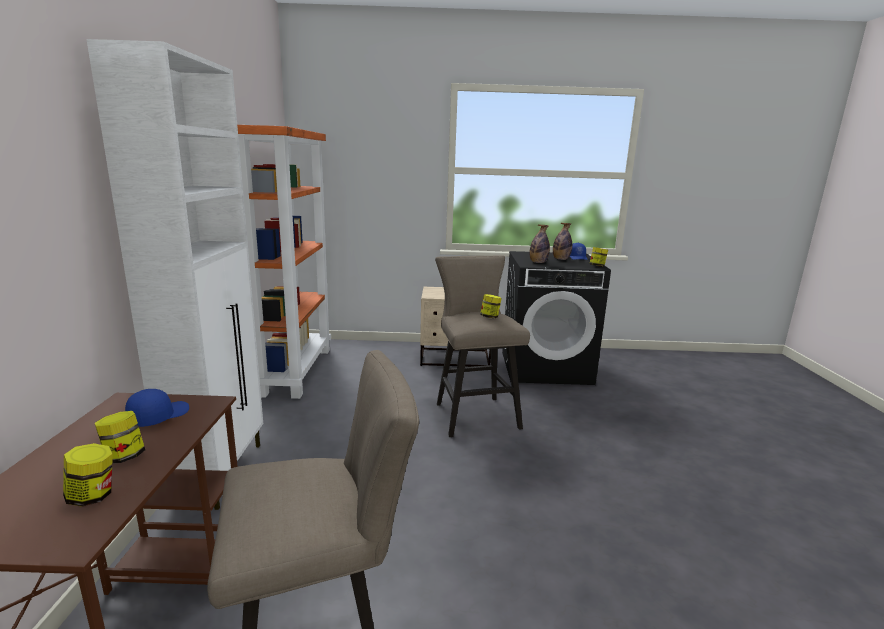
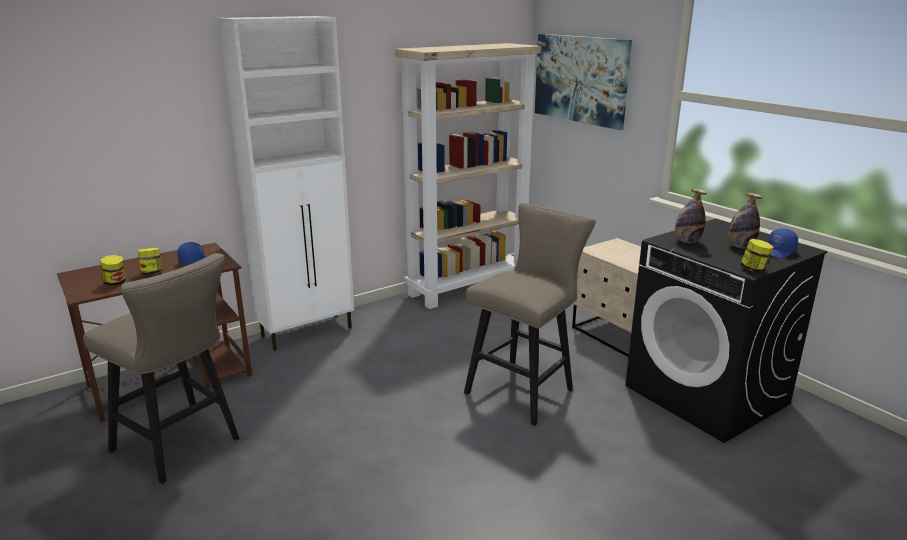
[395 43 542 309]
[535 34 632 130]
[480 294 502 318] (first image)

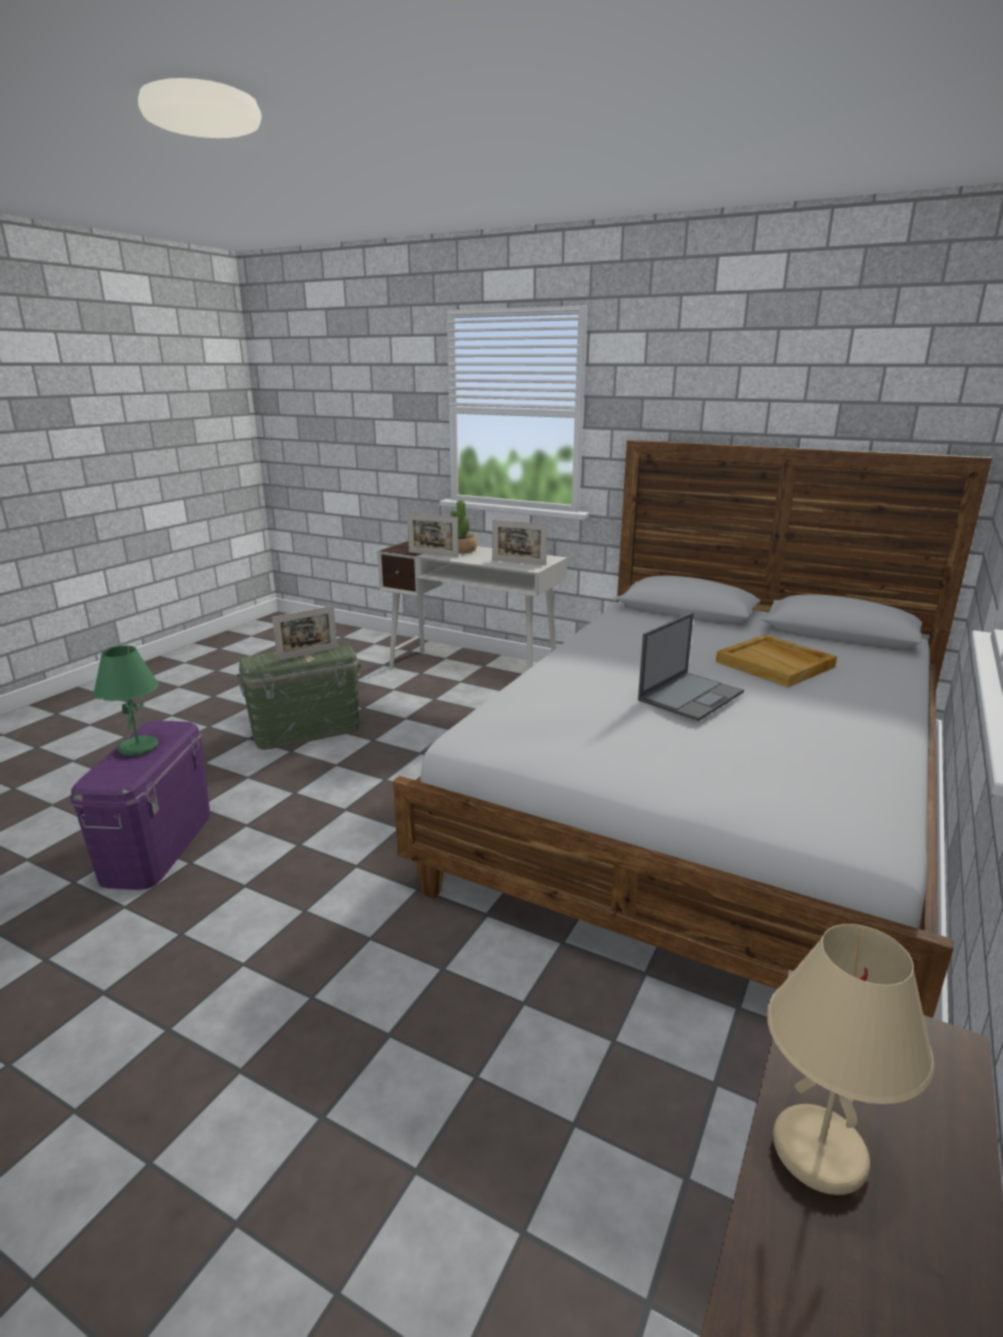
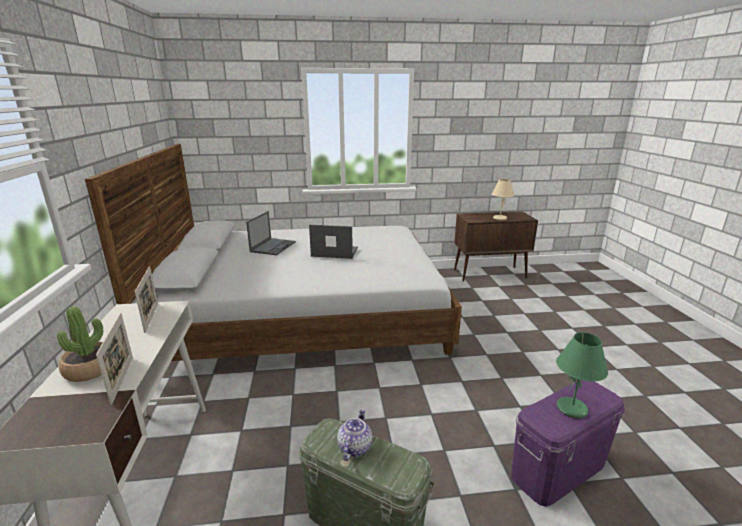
[246 211 296 255]
[337 408 372 461]

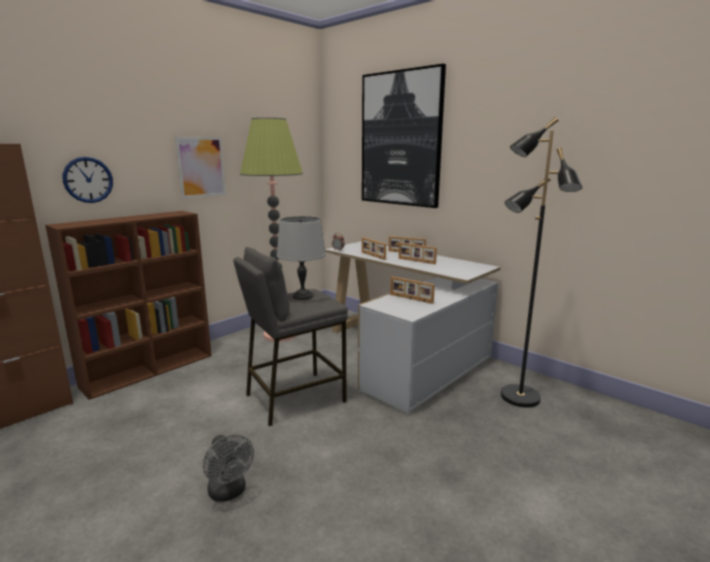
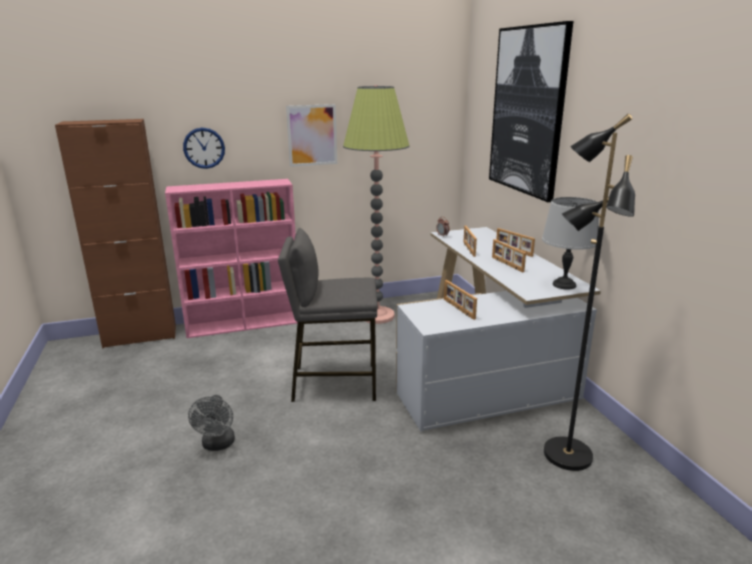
[165 179 298 338]
[542 197 599 290]

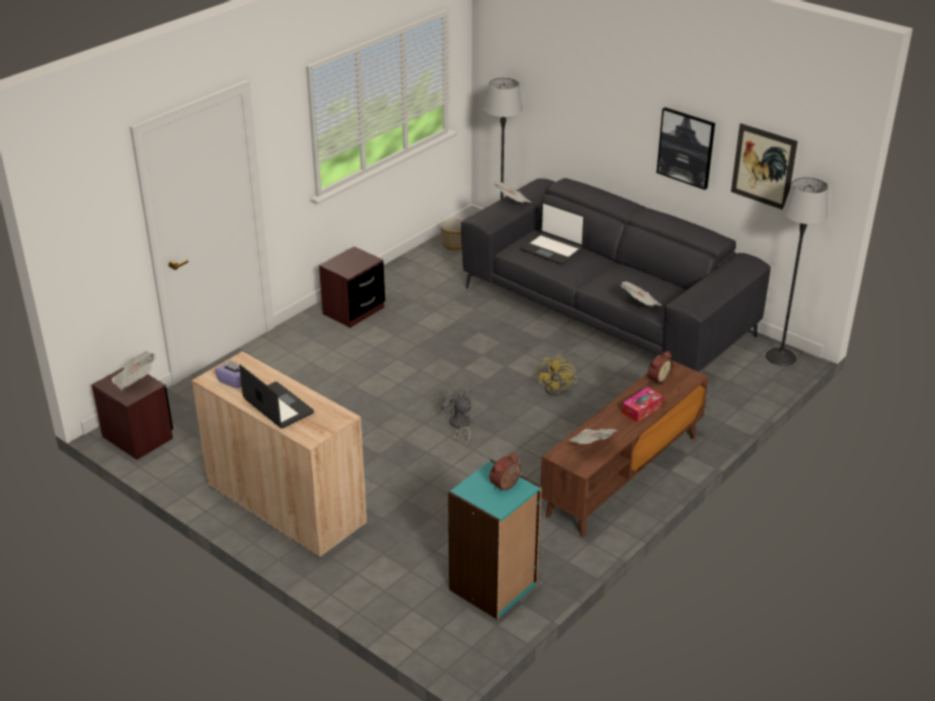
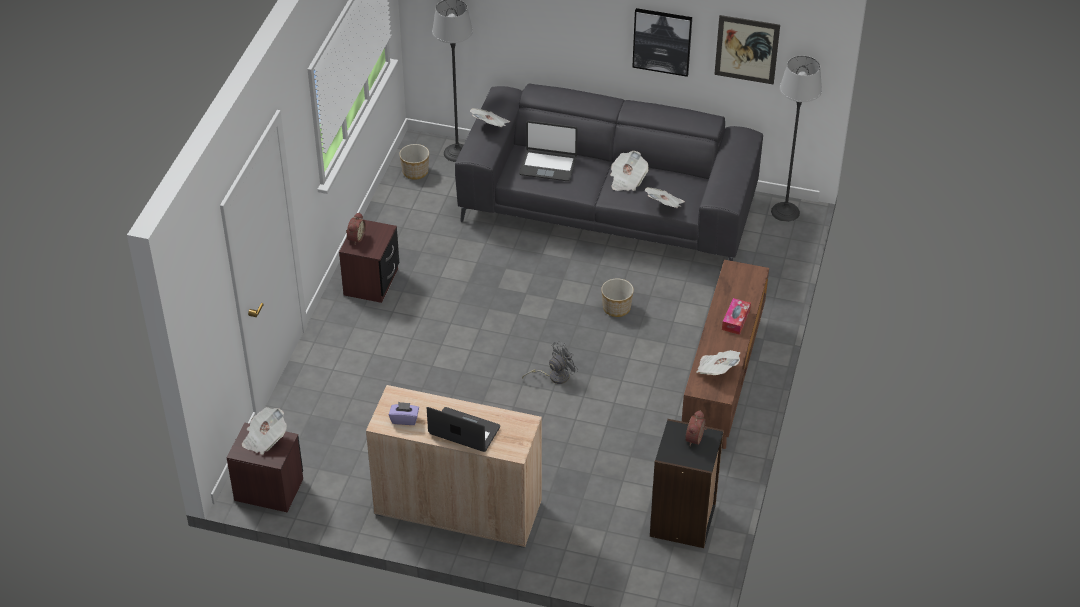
[346 212 366 244]
[522 342 578 384]
[601 278 634 317]
[610 151 649 191]
[650 419 724 548]

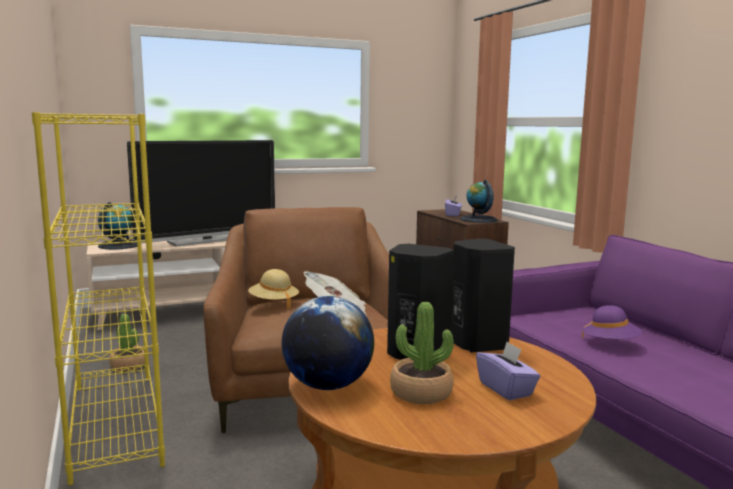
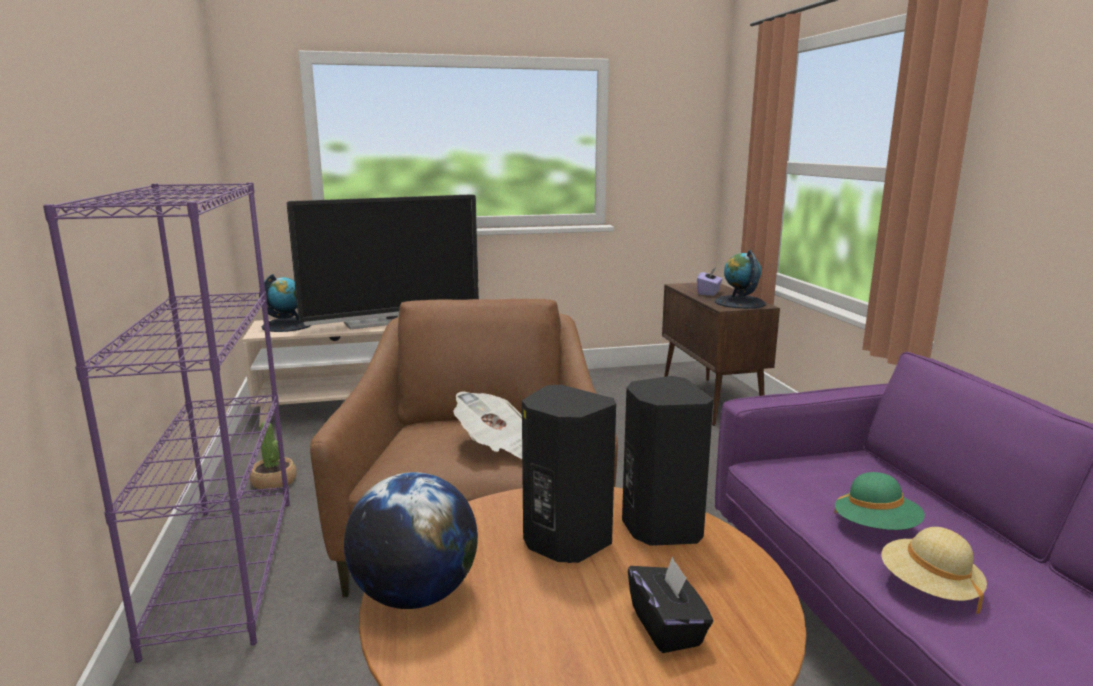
[43 182 290 663]
[628 556 713 653]
[835 472 925 530]
[881 527 987 614]
[390 302 454 404] (first image)

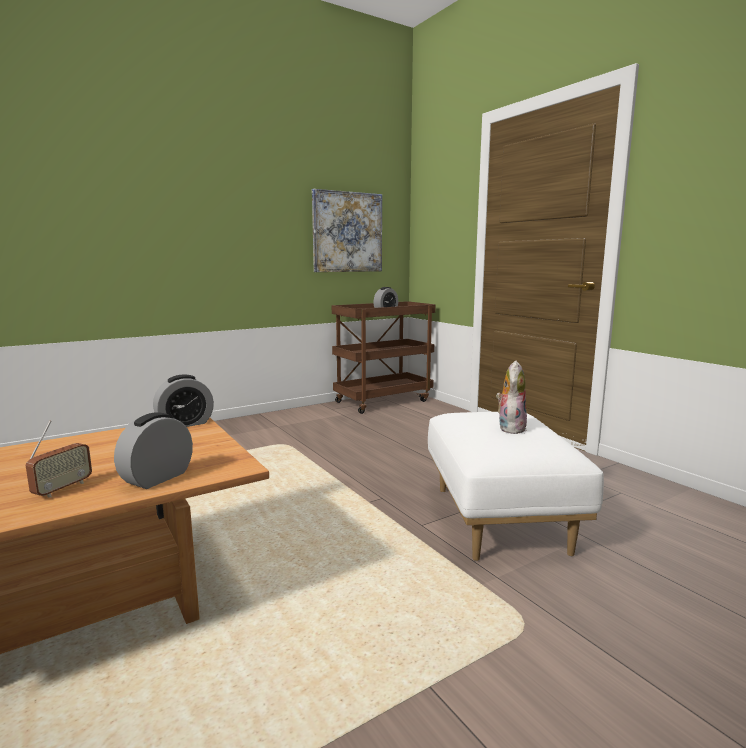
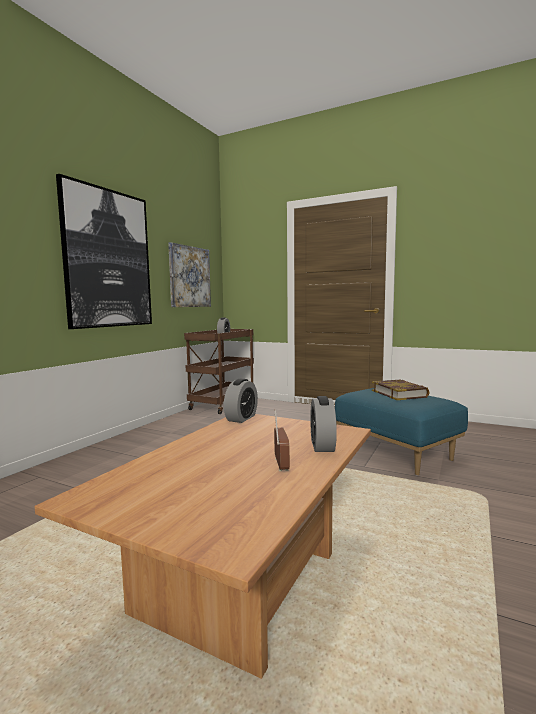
[56 174 152 329]
[335 388 468 476]
[372 380 430 400]

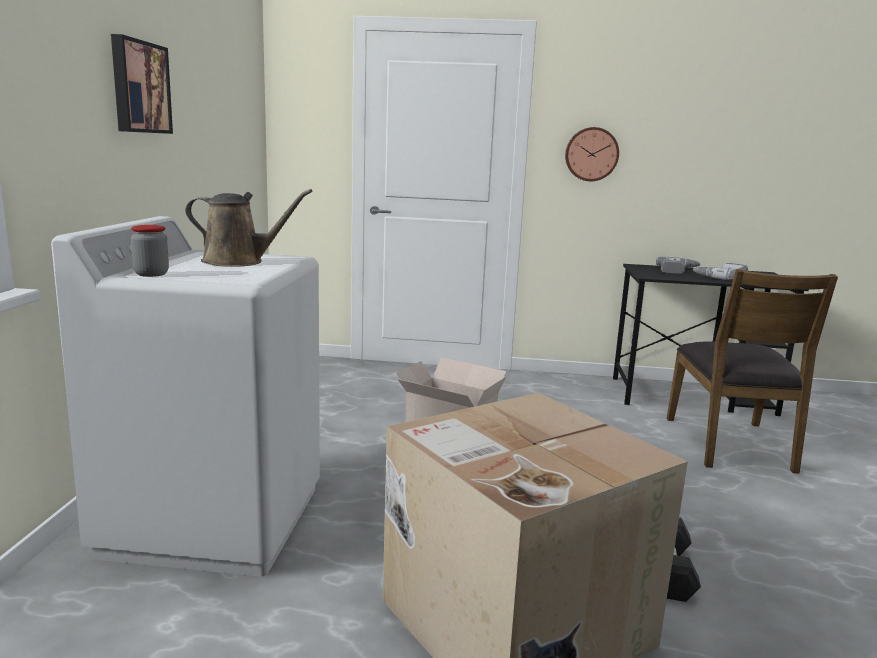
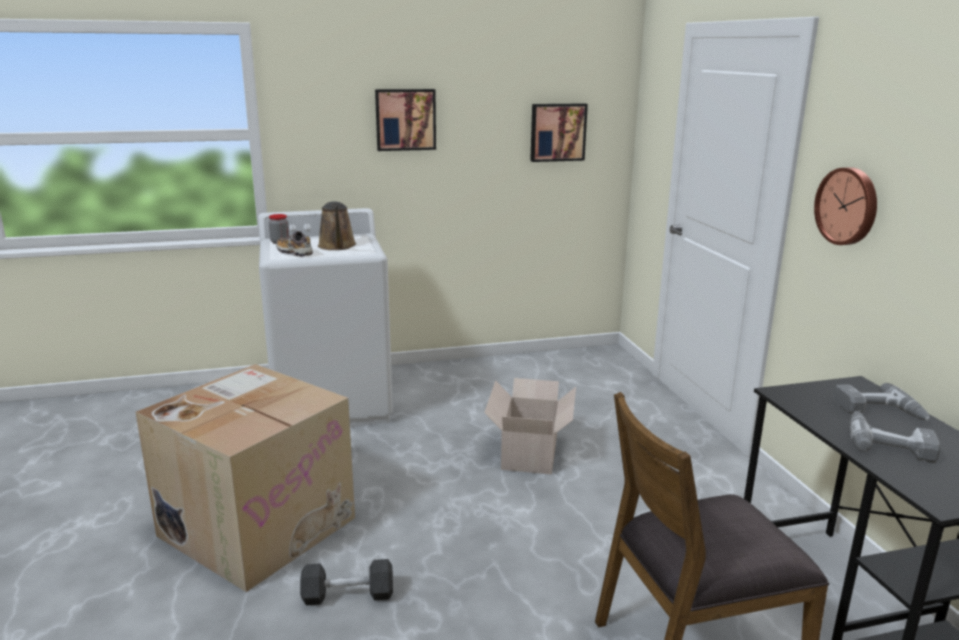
[276 231 313 257]
[530 103 588 162]

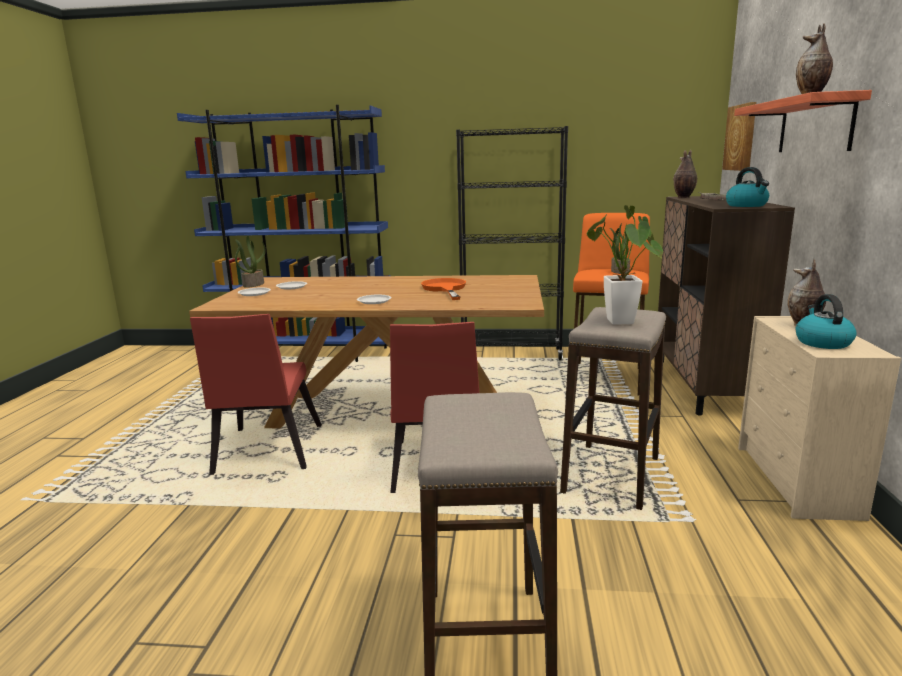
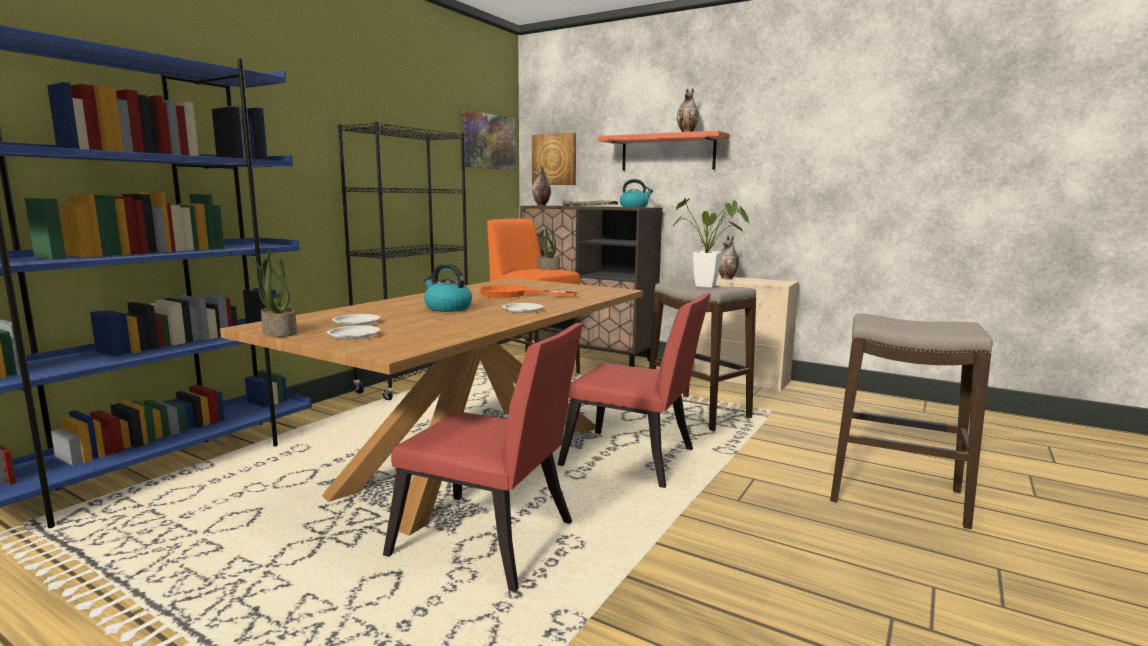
[424 264 472 312]
[462 110 516 170]

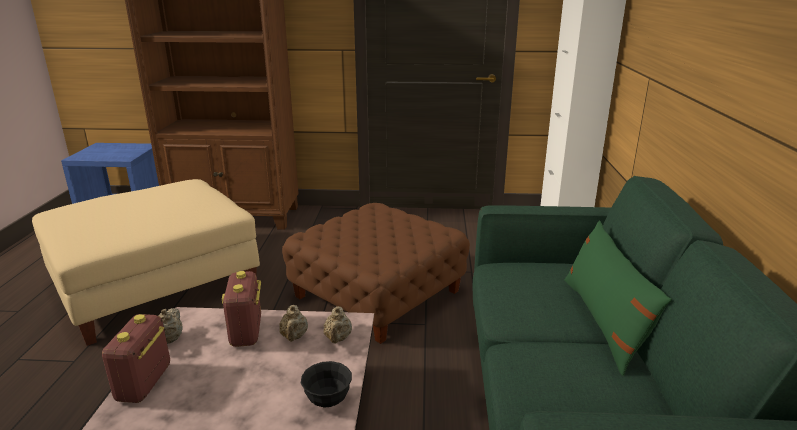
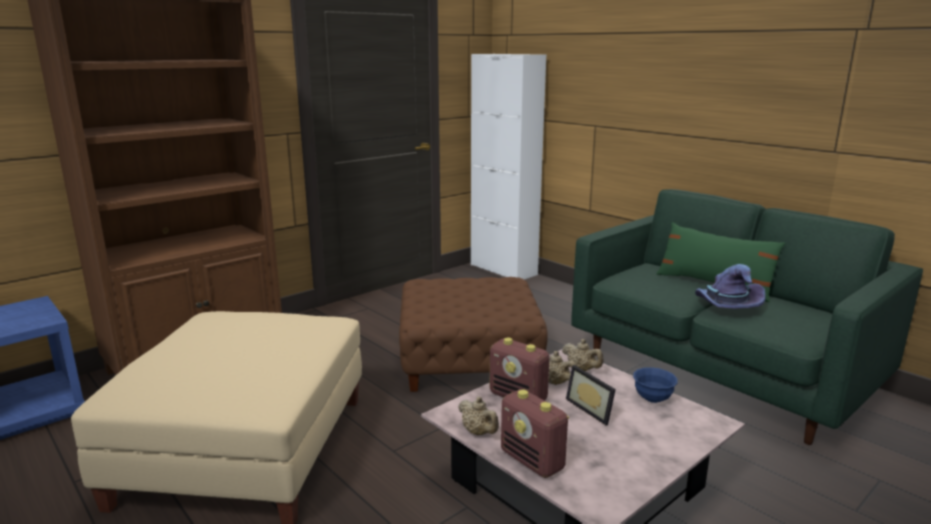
[566 365 616 426]
[633 367 678 403]
[695 264 766 309]

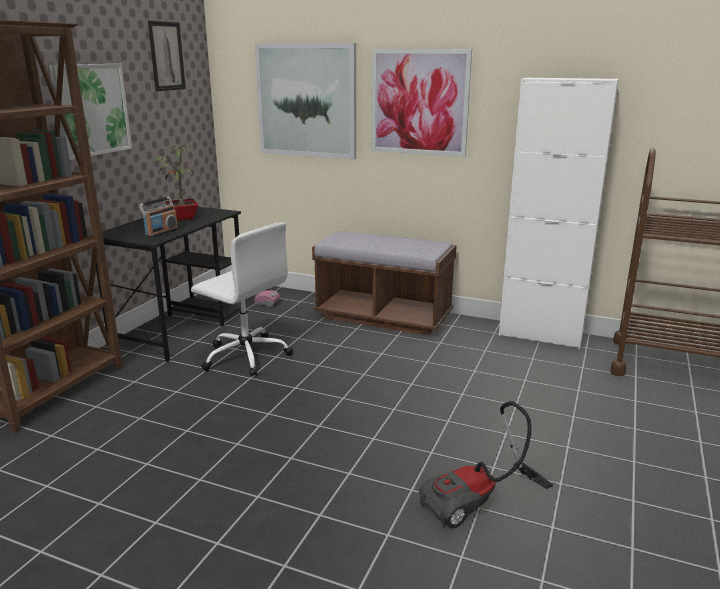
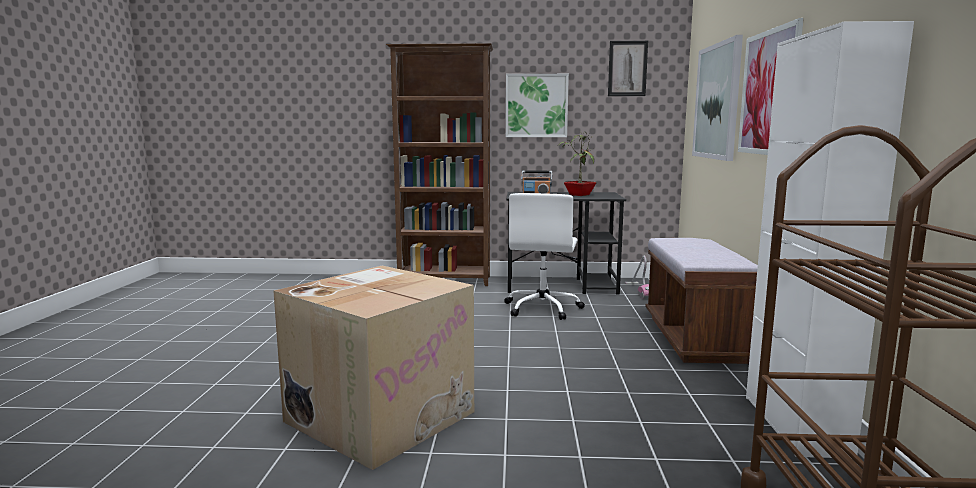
[274 266 474 470]

